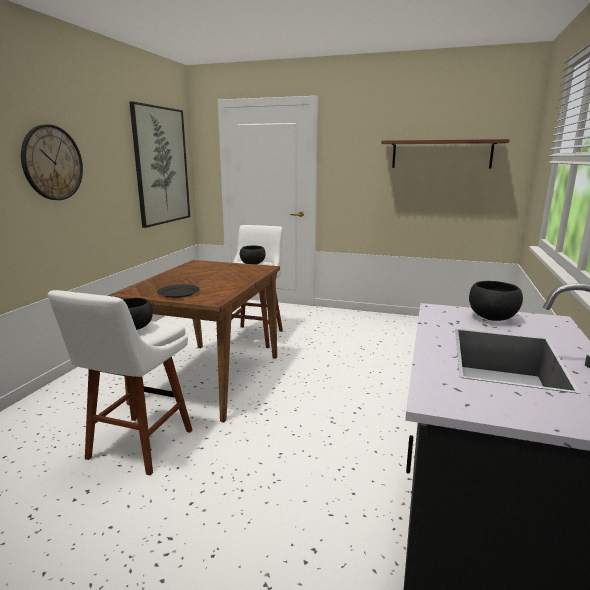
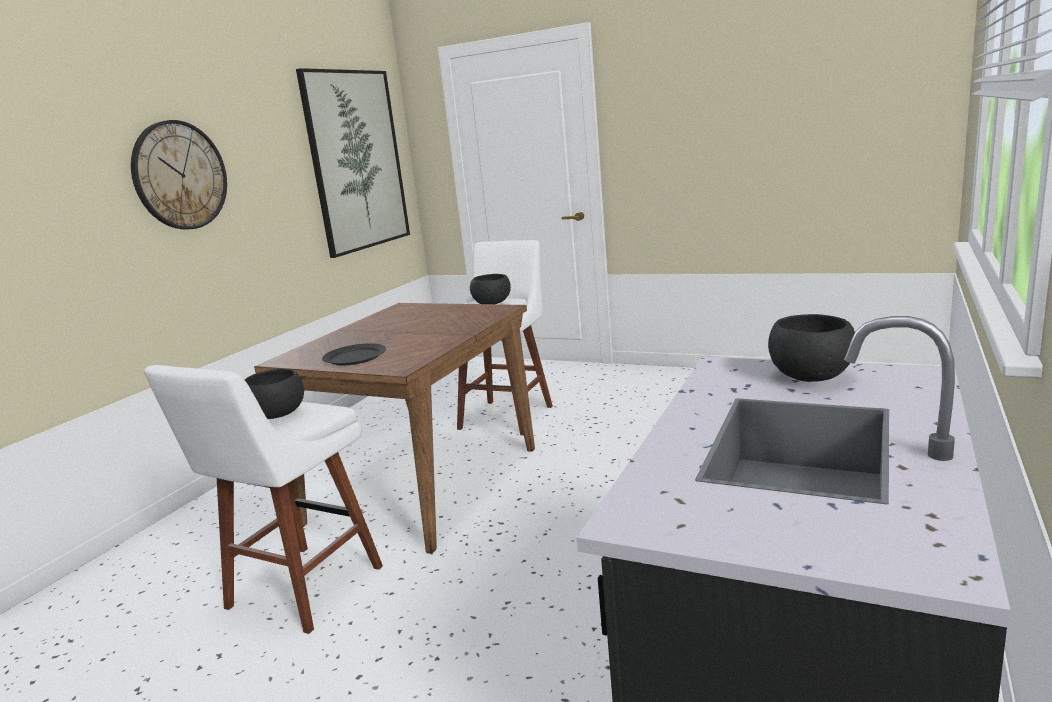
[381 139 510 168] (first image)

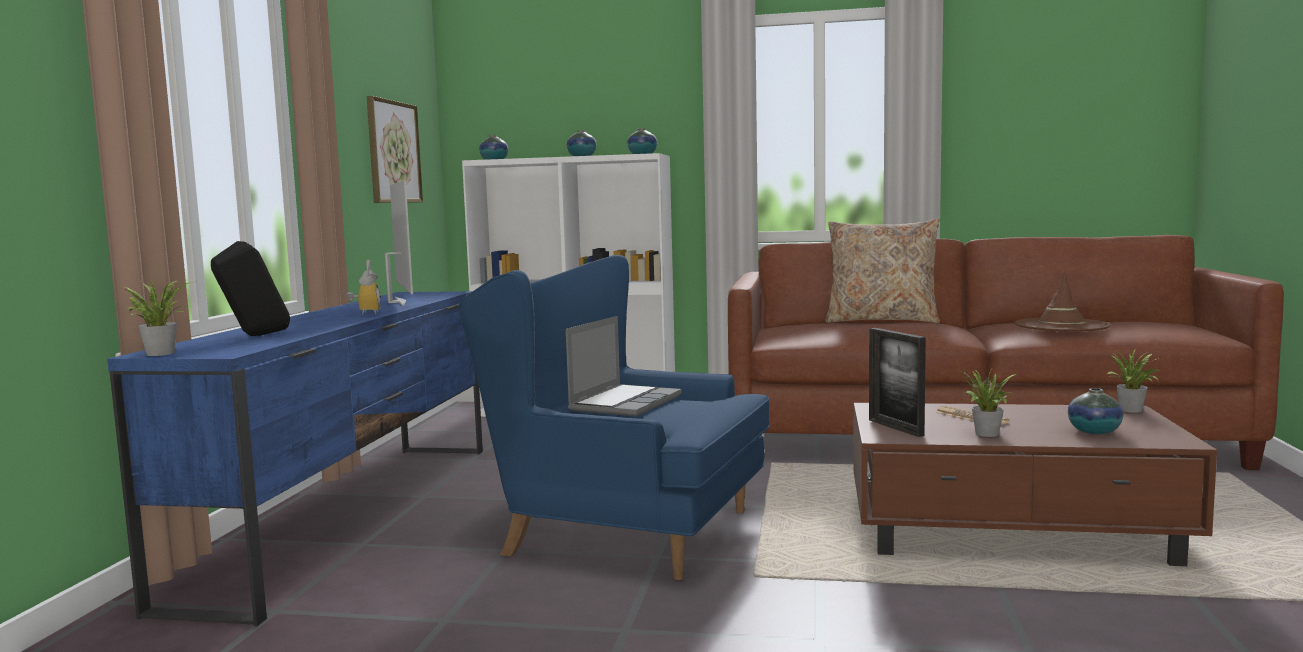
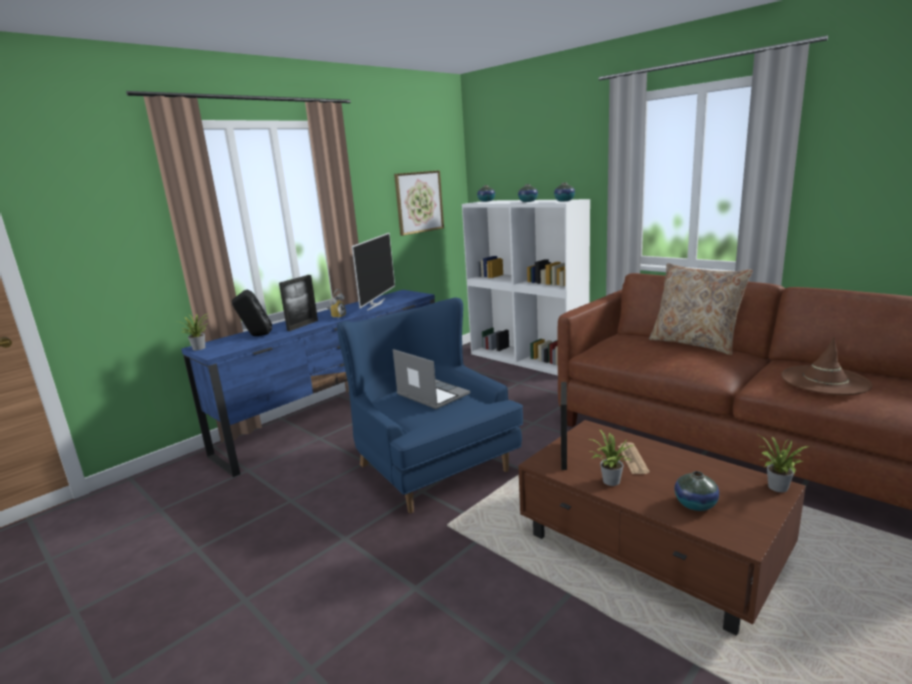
[279 275 318 331]
[393 349 470 409]

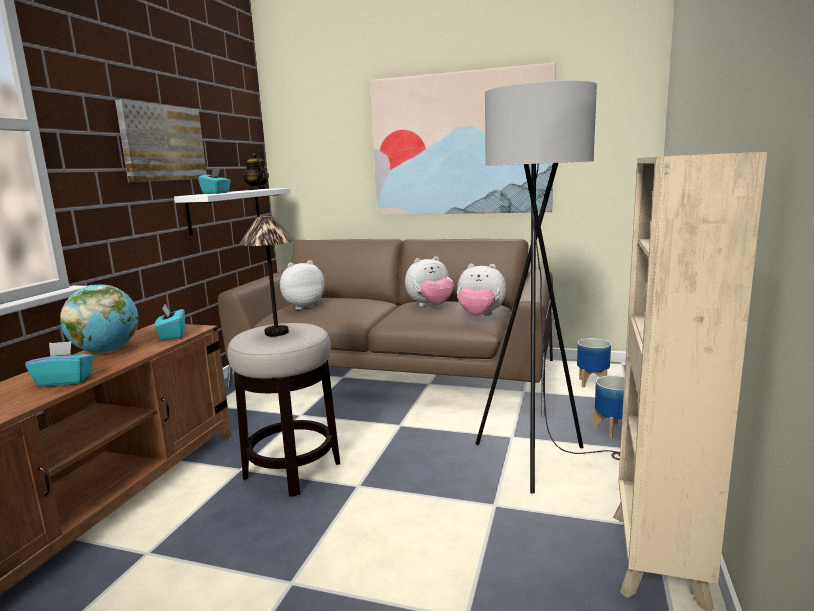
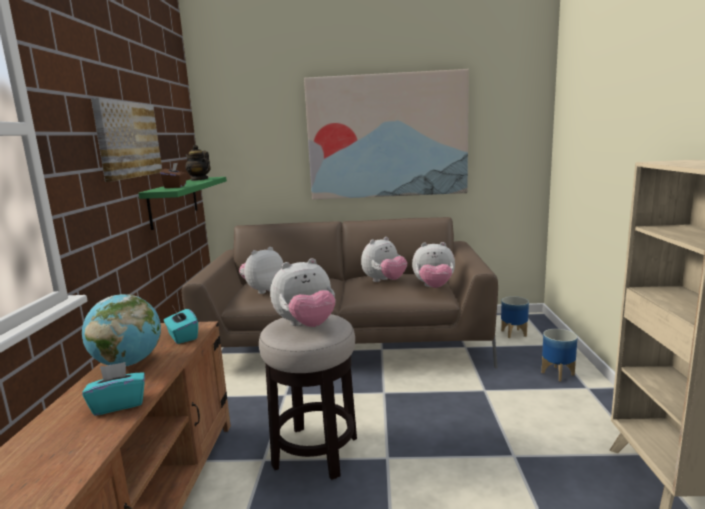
[138 177 227 230]
[160 163 187 188]
[270 258 336 327]
[476 80 620 493] (first image)

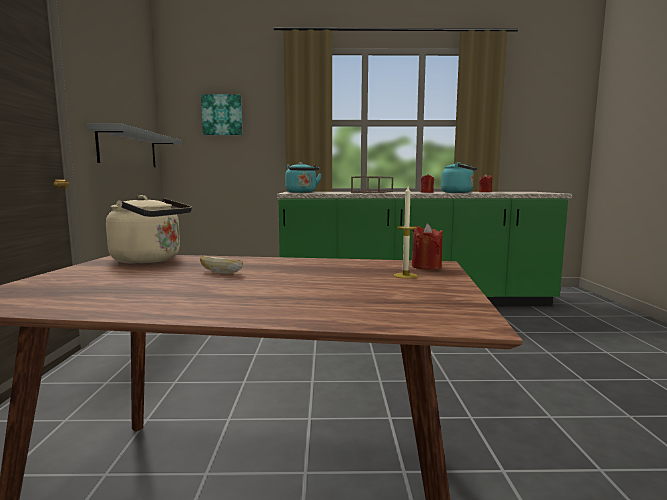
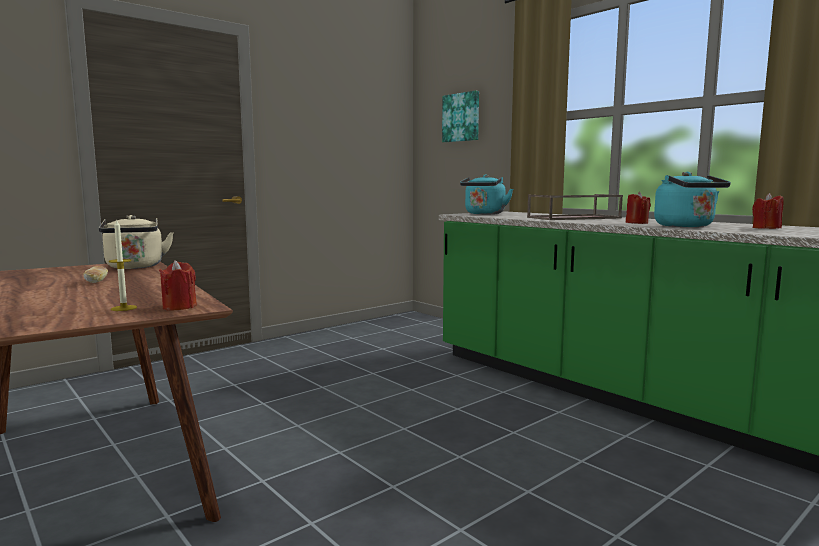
[87 124 182 167] (first image)

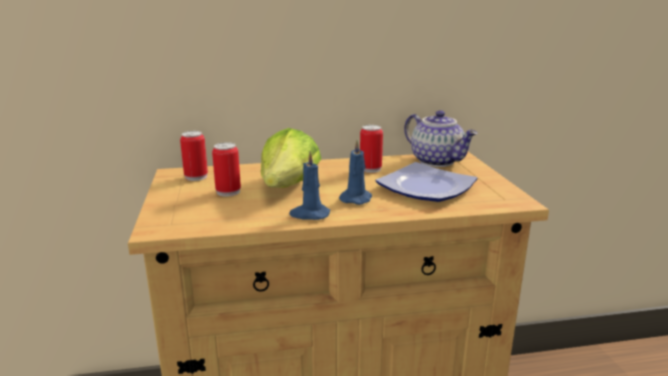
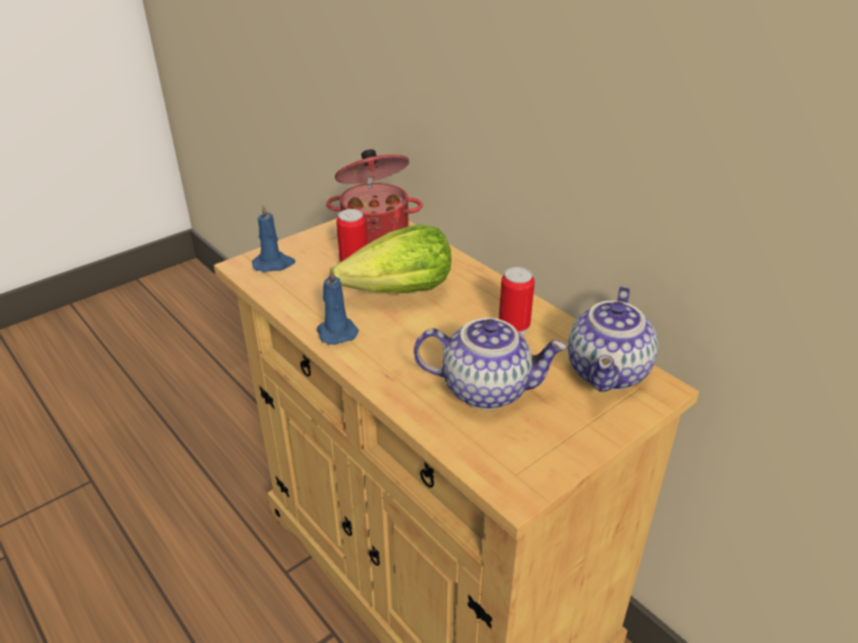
[252 203 296 272]
[326 149 423 244]
[414 318 567 410]

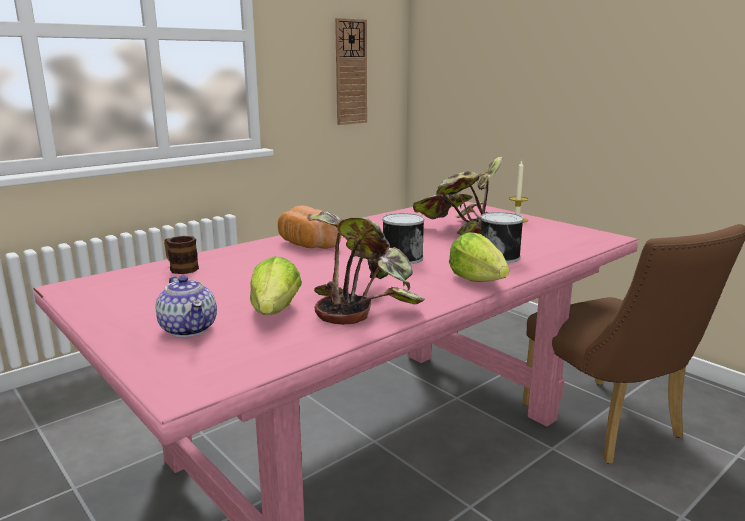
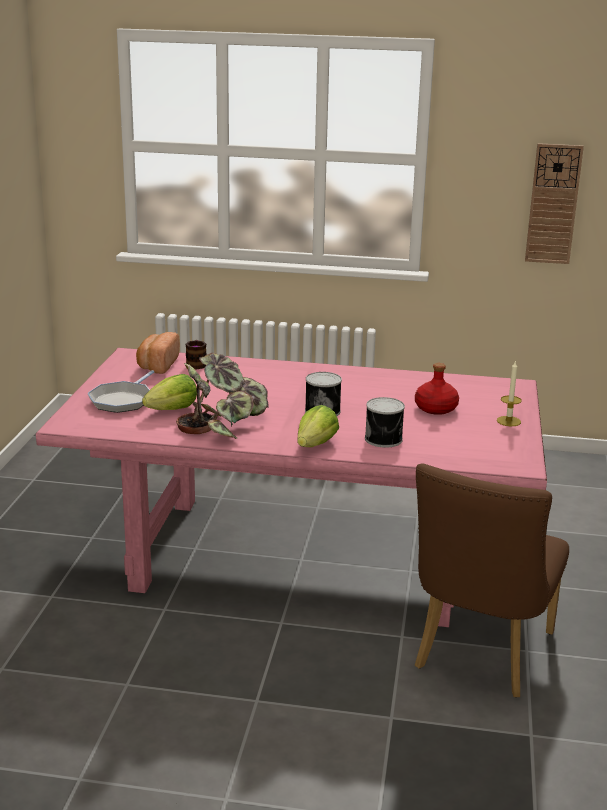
[88 370 155 413]
[136 332 180 374]
[415 363 459 415]

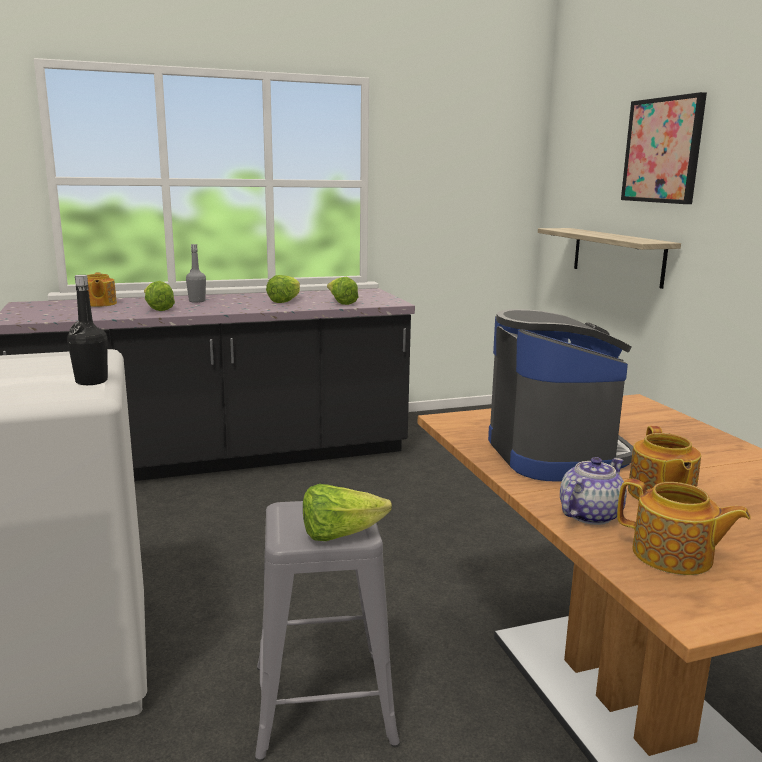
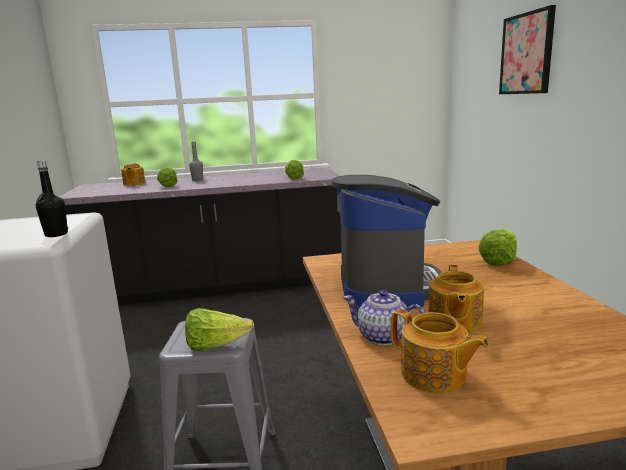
[343 290 425 345]
[478 229 517 266]
[538 228 681 289] (first image)

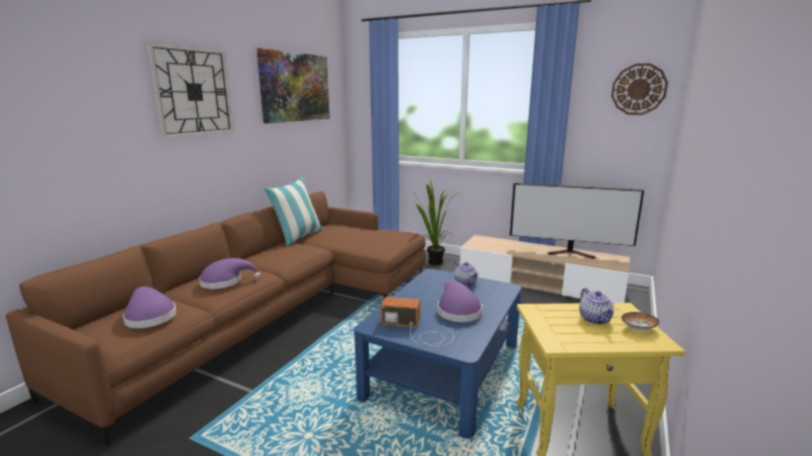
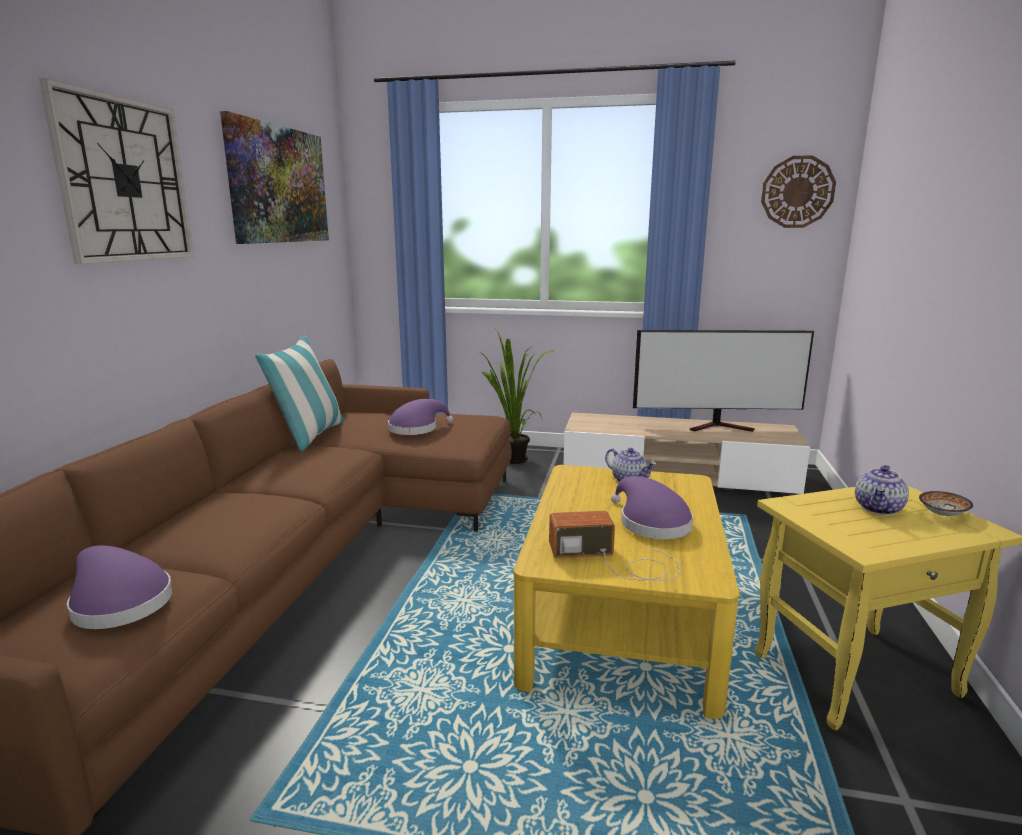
[388 399 453 435]
[513 465 740 719]
[855 465 909 515]

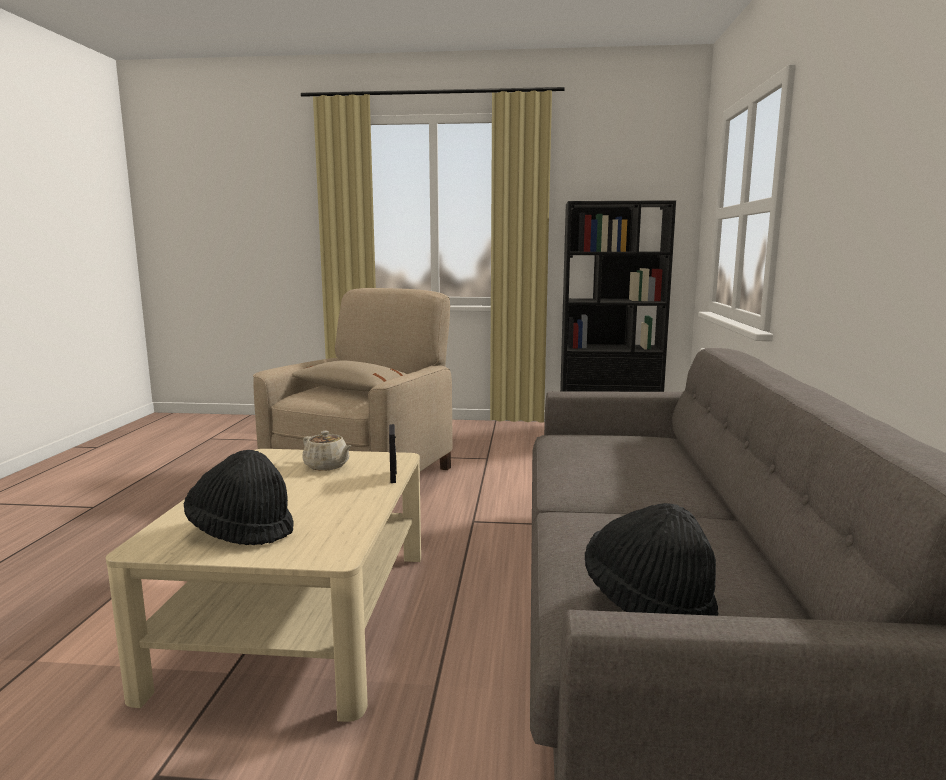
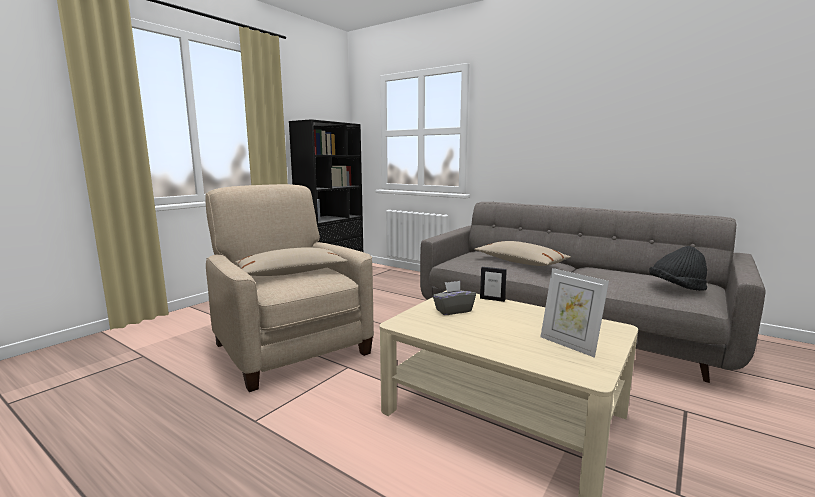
[432 281 476 315]
[474 241 571 266]
[540 268 609 358]

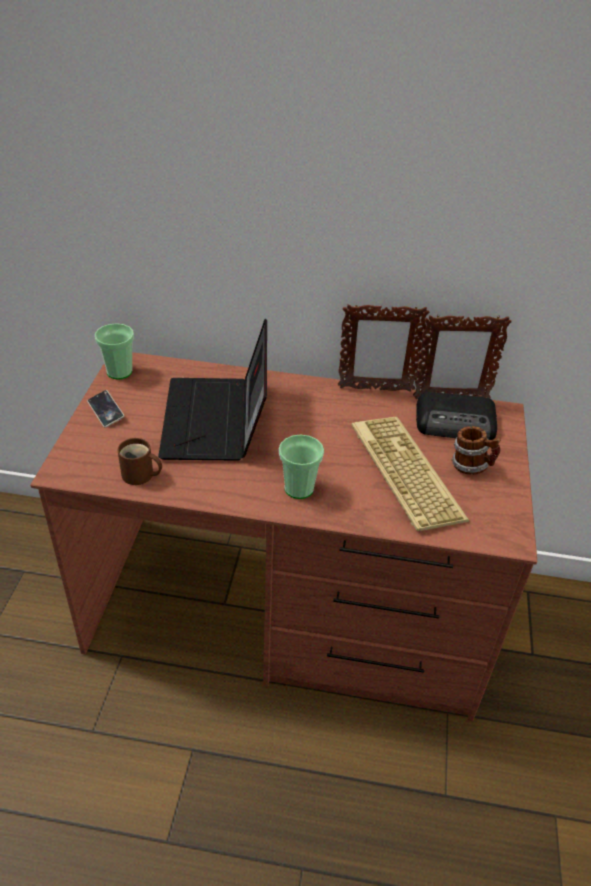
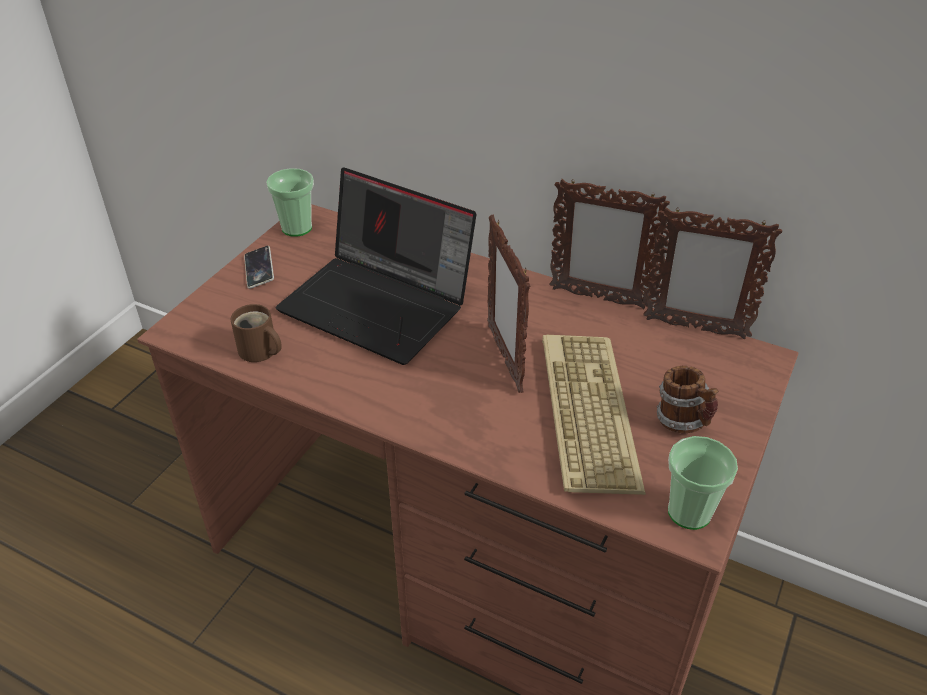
[276 167 476 365]
[487 214 530 393]
[668 436 738 530]
[416 392 497 440] (first image)

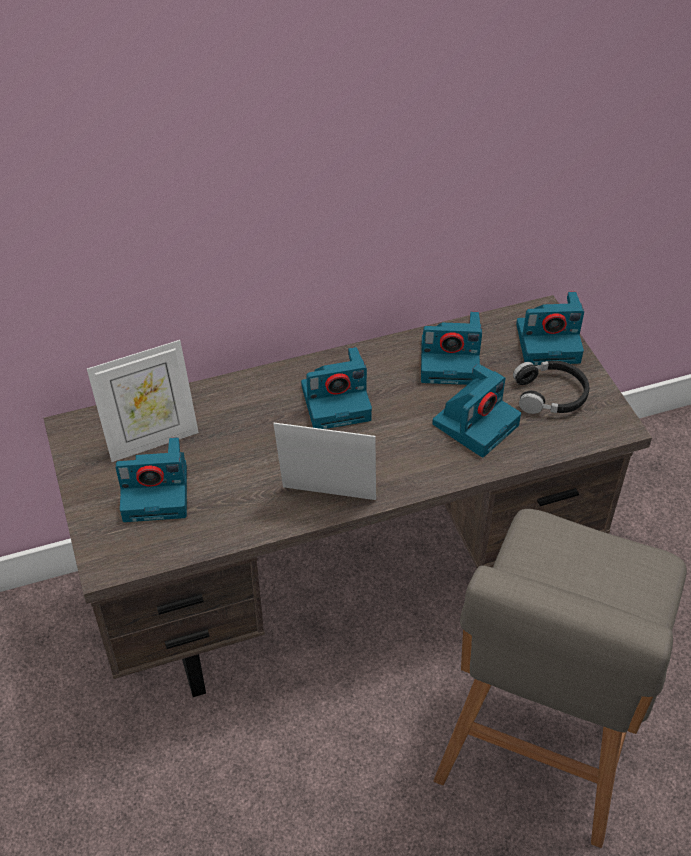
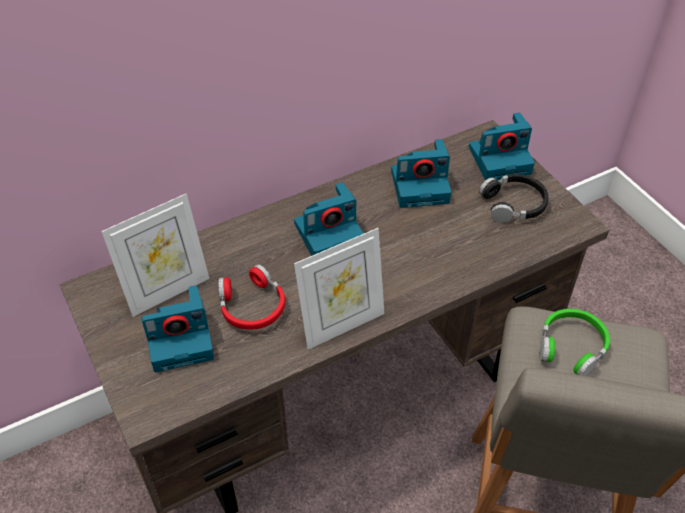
[218 264 285 330]
[294 228 384 350]
[540 309 610 376]
[432 364 521 457] (first image)

